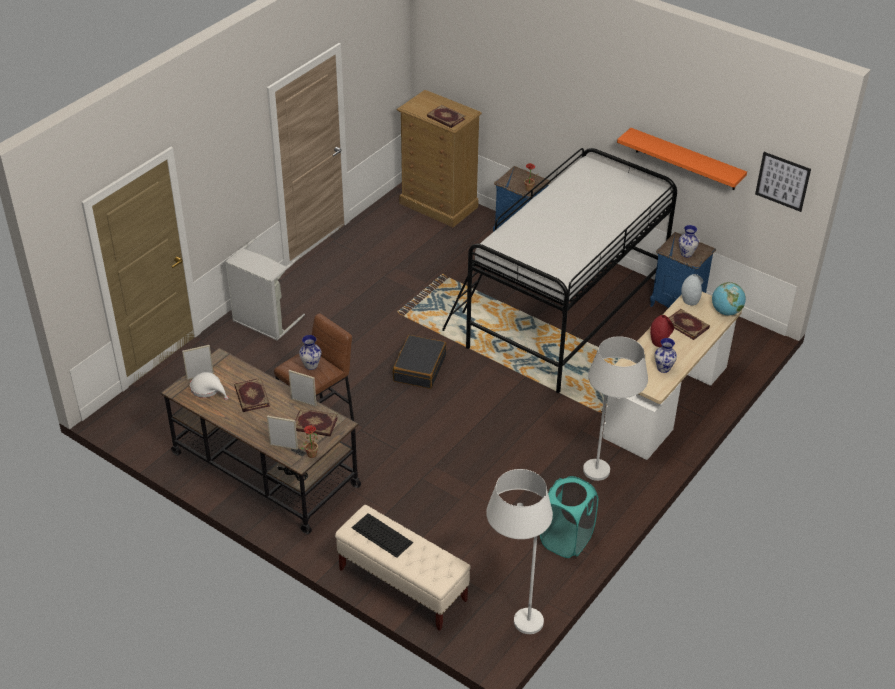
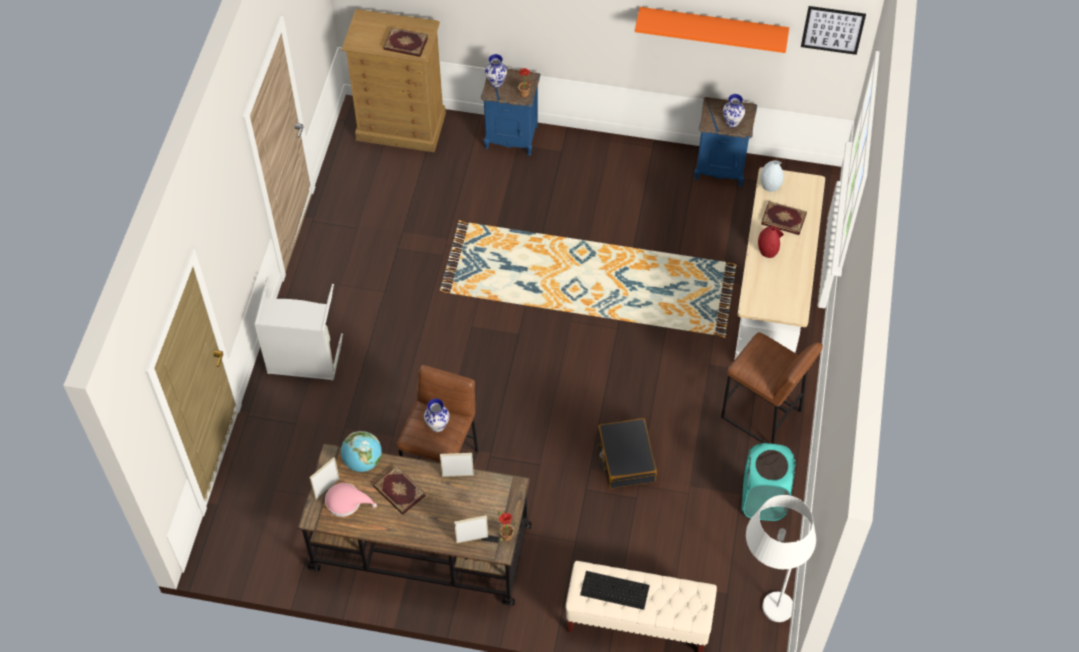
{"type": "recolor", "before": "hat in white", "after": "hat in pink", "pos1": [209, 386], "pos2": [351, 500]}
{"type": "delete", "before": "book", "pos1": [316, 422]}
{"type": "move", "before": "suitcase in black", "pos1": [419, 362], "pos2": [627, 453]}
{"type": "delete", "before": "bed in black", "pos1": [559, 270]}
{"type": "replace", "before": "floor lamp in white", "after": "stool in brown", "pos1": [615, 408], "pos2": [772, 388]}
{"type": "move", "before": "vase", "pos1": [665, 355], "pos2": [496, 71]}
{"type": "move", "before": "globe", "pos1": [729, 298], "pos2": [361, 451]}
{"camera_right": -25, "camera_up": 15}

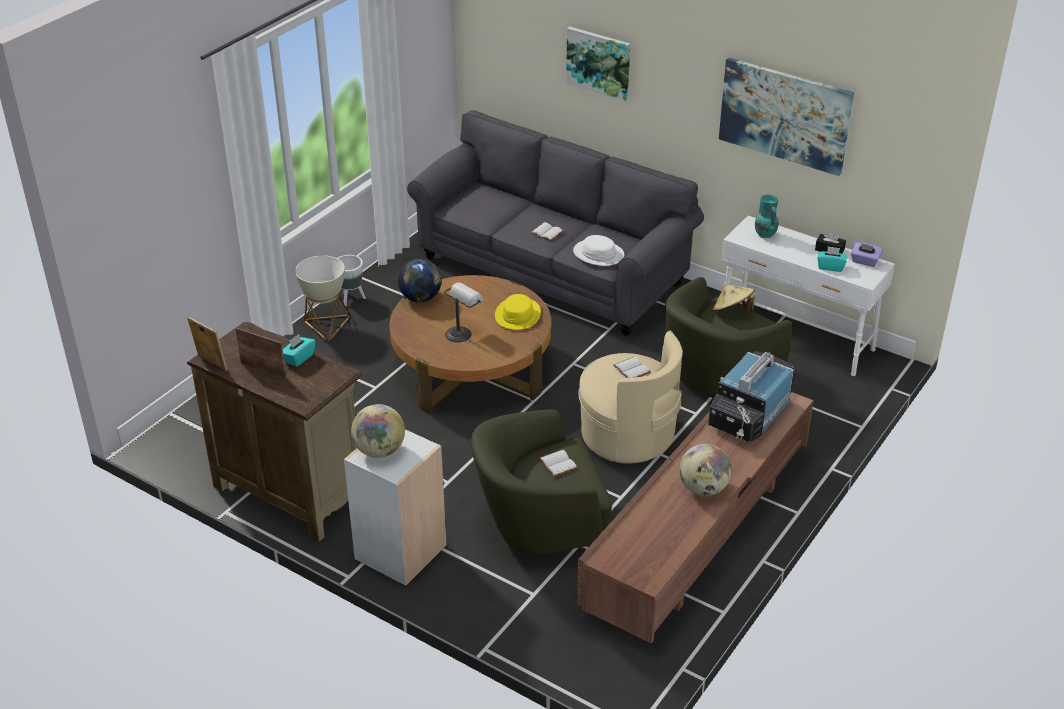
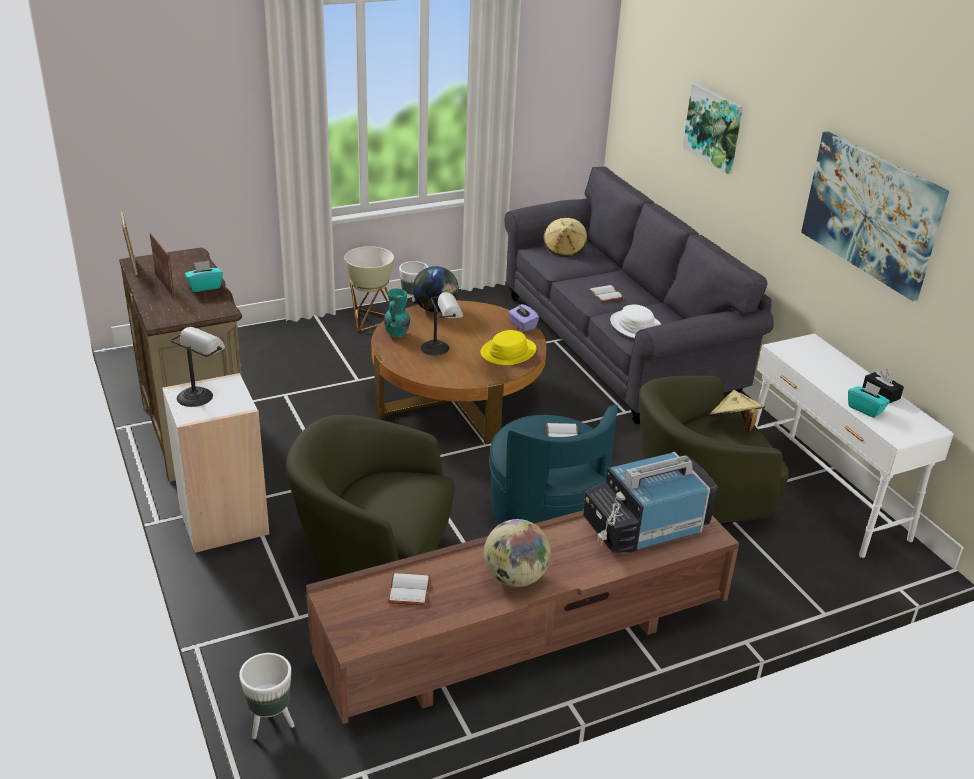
{"type": "replace", "before": "globe", "after": "table lamp", "pos1": [378, 431], "pos2": [198, 367]}
{"type": "move", "before": "book in white", "pos1": [558, 463], "pos2": [409, 589]}
{"type": "recolor", "before": "armchair in beige", "after": "armchair in turquoise", "pos1": [631, 397], "pos2": [553, 464]}
{"type": "move", "before": "vase in turquoise", "pos1": [767, 216], "pos2": [397, 313]}
{"type": "move", "before": "tissue box in purple", "pos1": [867, 254], "pos2": [523, 318]}
{"type": "insert", "after": "planter in white", "pos2": [267, 696]}
{"type": "insert", "after": "hat in beige", "pos2": [565, 237]}
{"camera_right": 30, "camera_up": -5}

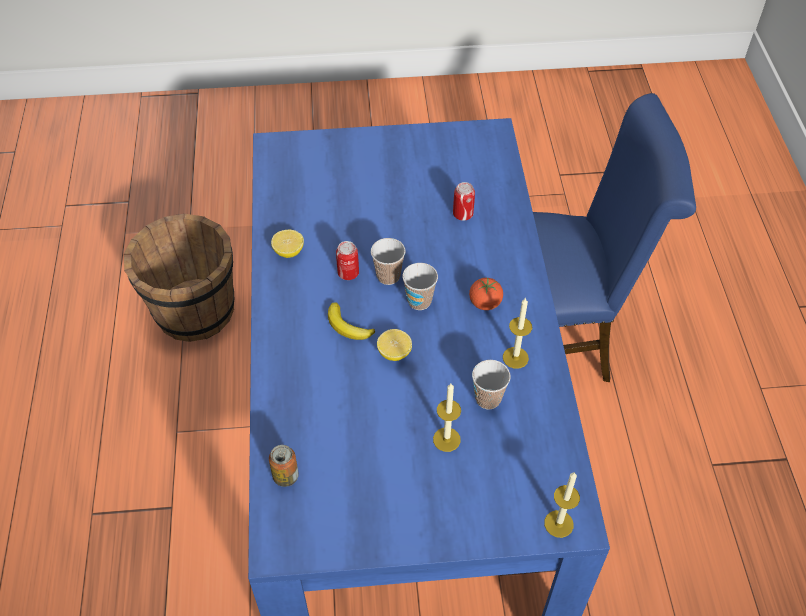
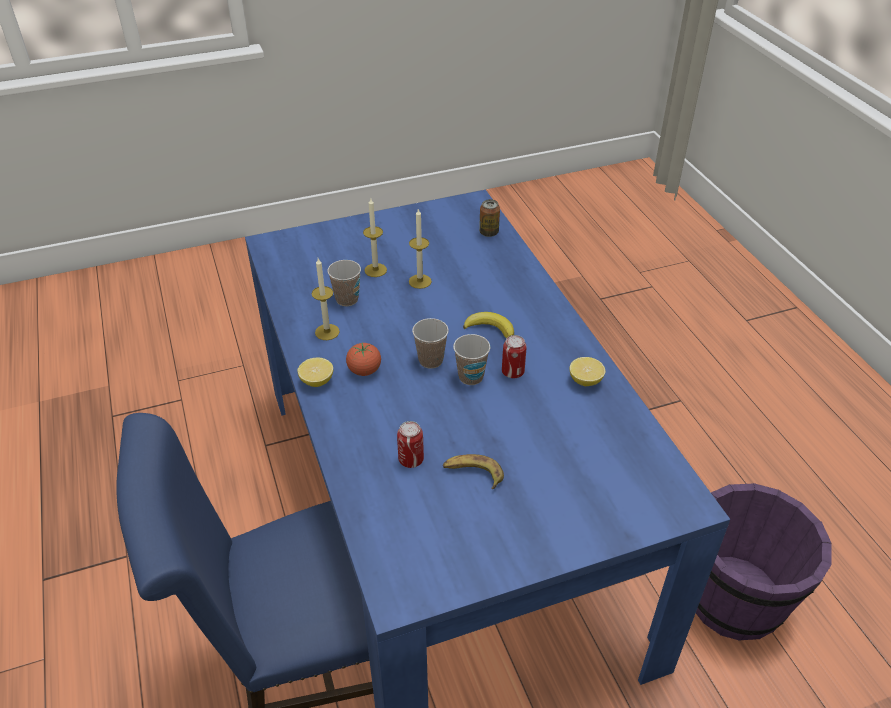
{"type": "recolor", "before": "bucket in brown", "after": "bucket in purple", "pos1": [179, 278], "pos2": [764, 562]}
{"type": "move", "before": "lemon", "pos1": [394, 345], "pos2": [315, 372]}
{"type": "move", "before": "candle", "pos1": [562, 505], "pos2": [420, 249]}
{"type": "insert", "after": "banana", "pos2": [473, 471]}
{"camera_right": 165, "camera_up": -10}

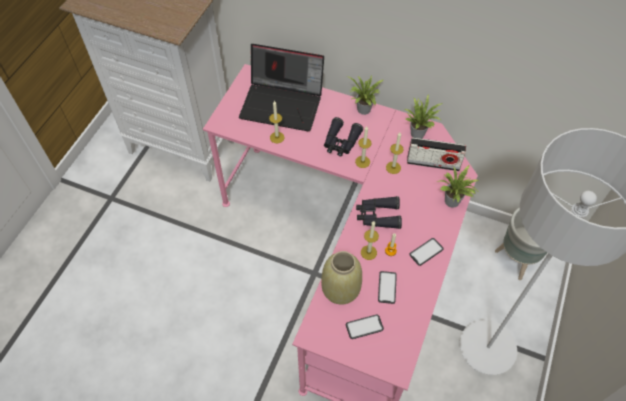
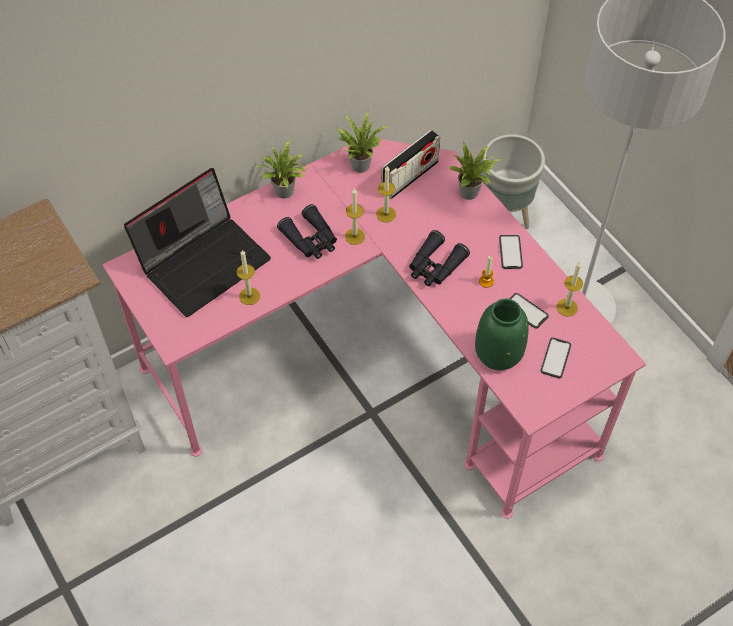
{"type": "recolor", "before": "vase in beige", "after": "vase in green", "pos1": [341, 278], "pos2": [502, 334]}
{"type": "move", "before": "candle", "pos1": [370, 240], "pos2": [569, 289]}
{"camera_right": -55, "camera_up": 0}

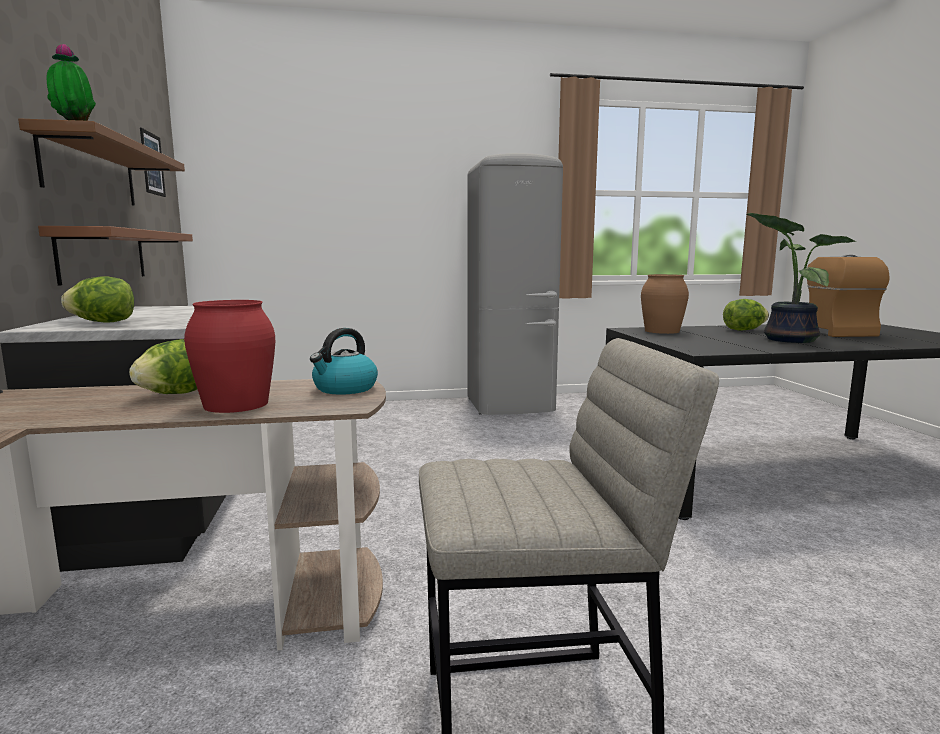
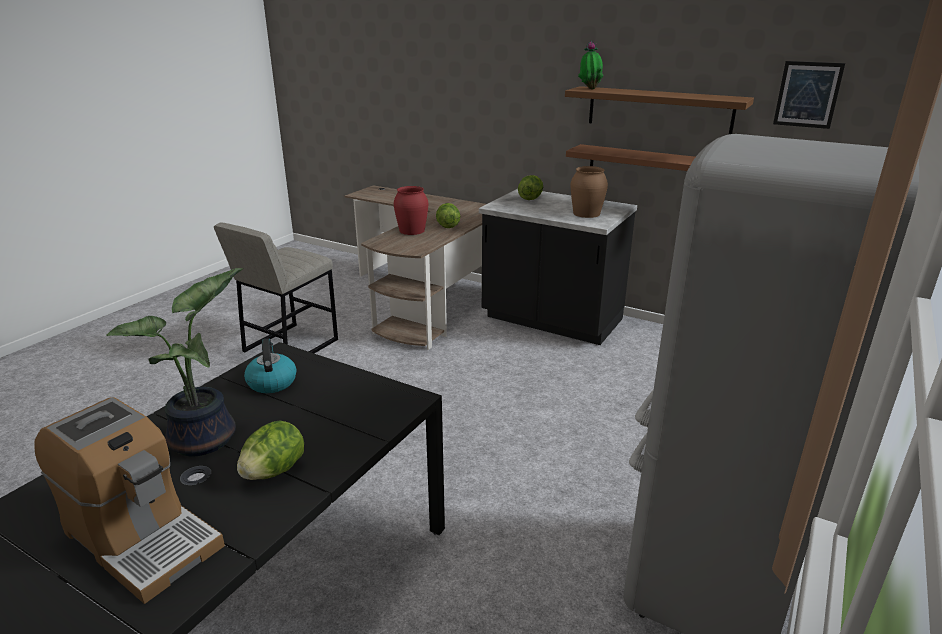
{"type": "move", "before": "kettle", "pos1": [344, 361], "pos2": [270, 365]}
{"type": "move", "before": "vase in brown", "pos1": [665, 304], "pos2": [589, 192]}
{"camera_right": 130, "camera_up": 15}

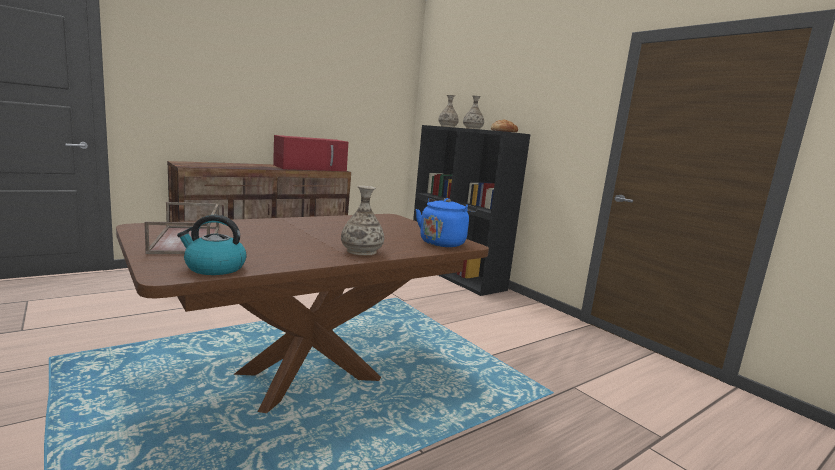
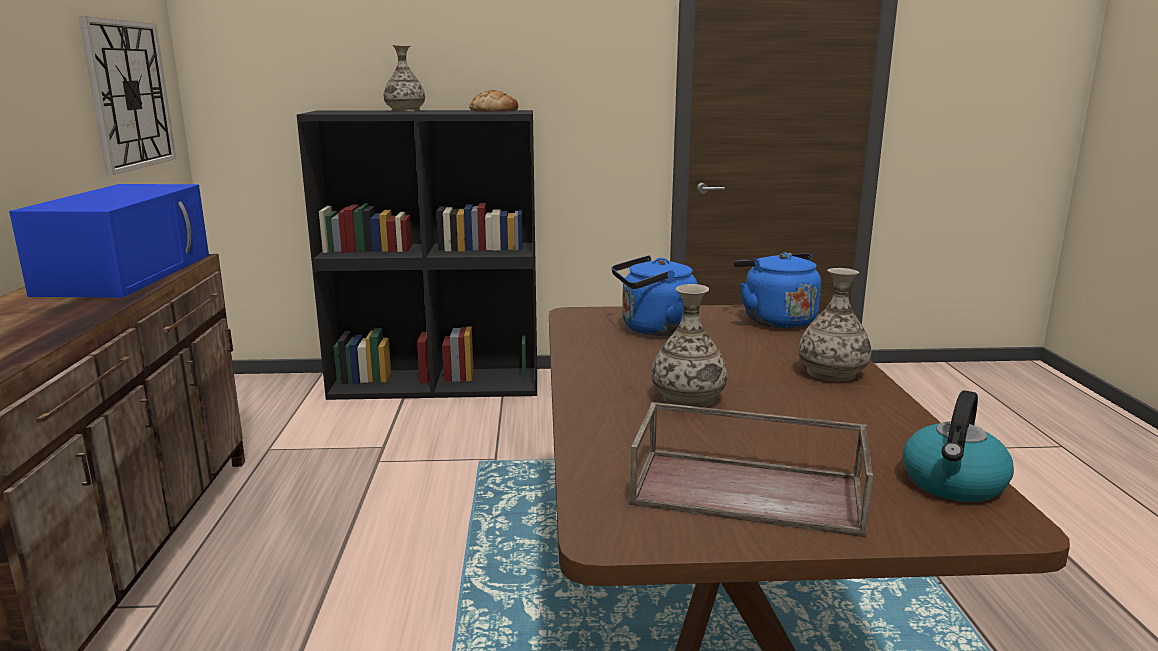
{"type": "recolor", "before": "microwave in red", "after": "microwave in blue", "pos1": [310, 153], "pos2": [109, 240]}
{"type": "move", "before": "vase", "pos1": [448, 111], "pos2": [689, 345]}
{"type": "insert", "after": "wall clock", "pos2": [127, 95]}
{"type": "insert", "after": "kettle in blue", "pos2": [654, 295]}
{"camera_right": -55, "camera_up": 5}

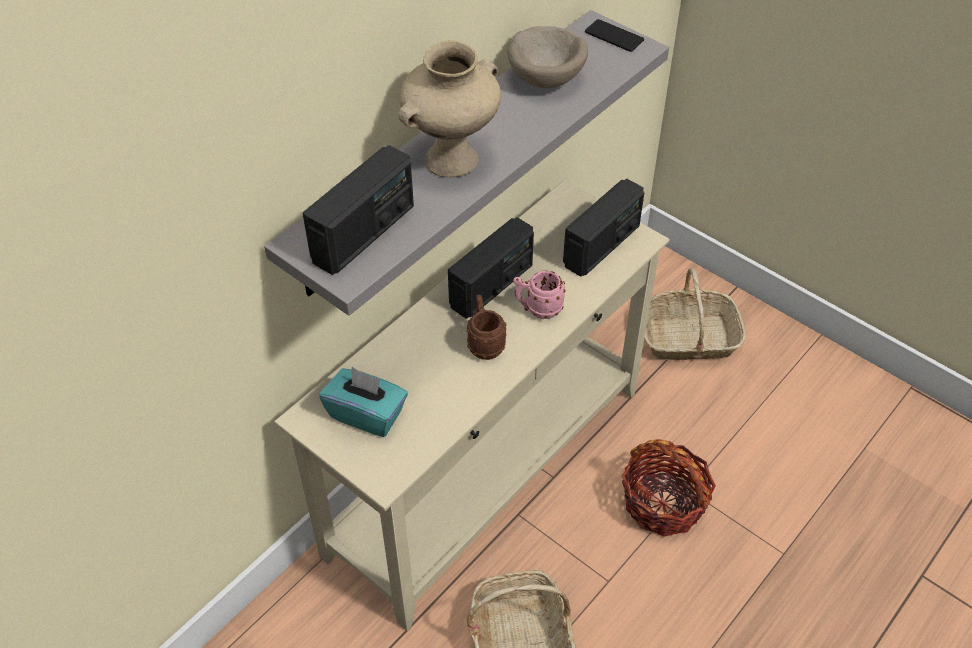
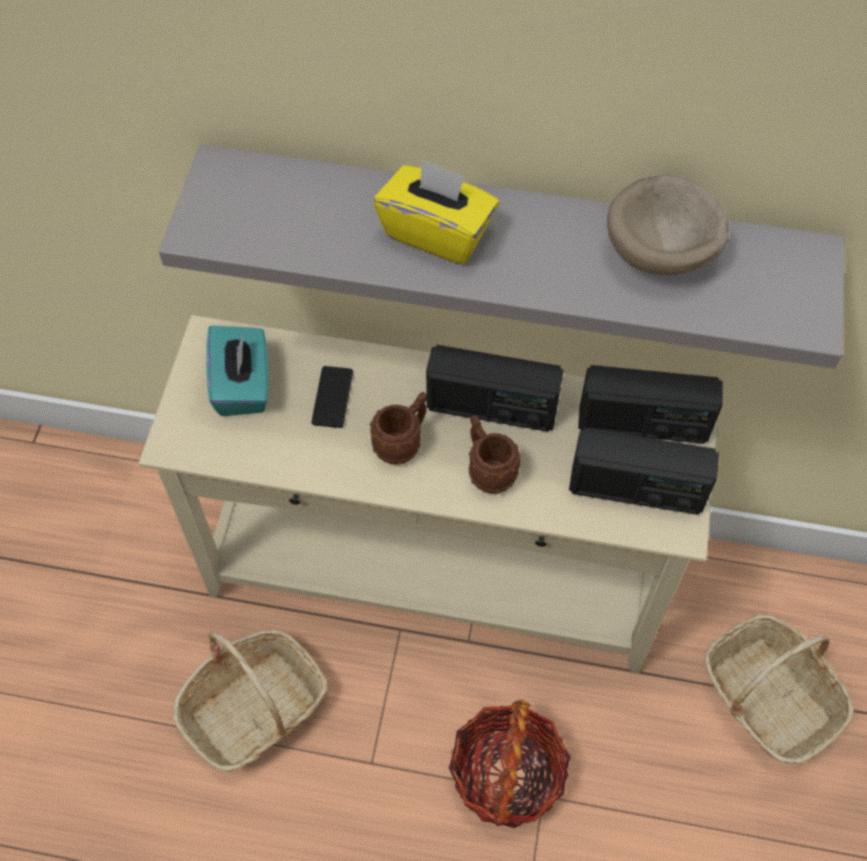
{"type": "move", "before": "radio", "pos1": [358, 210], "pos2": [650, 404]}
{"type": "replace", "before": "vase in beige", "after": "tissue box in yellow", "pos1": [449, 109], "pos2": [436, 211]}
{"type": "recolor", "before": "mug in pink", "after": "mug in brown", "pos1": [539, 295], "pos2": [494, 454]}
{"type": "move", "before": "phone", "pos1": [614, 35], "pos2": [332, 397]}
{"camera_right": 60, "camera_up": 10}

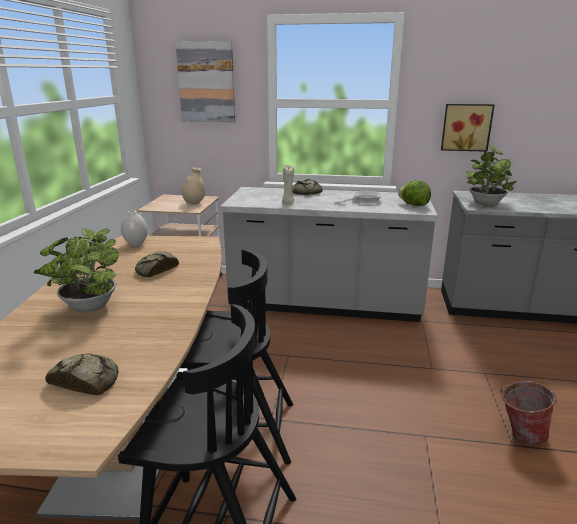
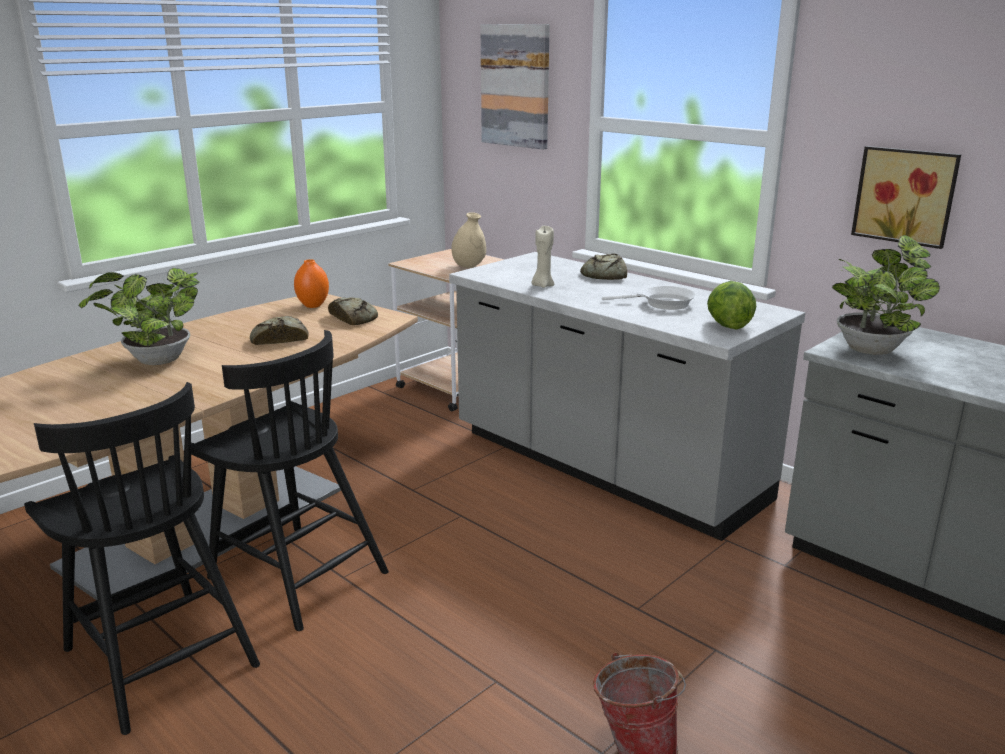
{"type": "move", "before": "bread", "pos1": [82, 374], "pos2": [353, 311]}
{"type": "recolor", "before": "vase in white", "after": "vase in orange", "pos1": [134, 228], "pos2": [311, 283]}
{"camera_right": 35, "camera_up": 0}

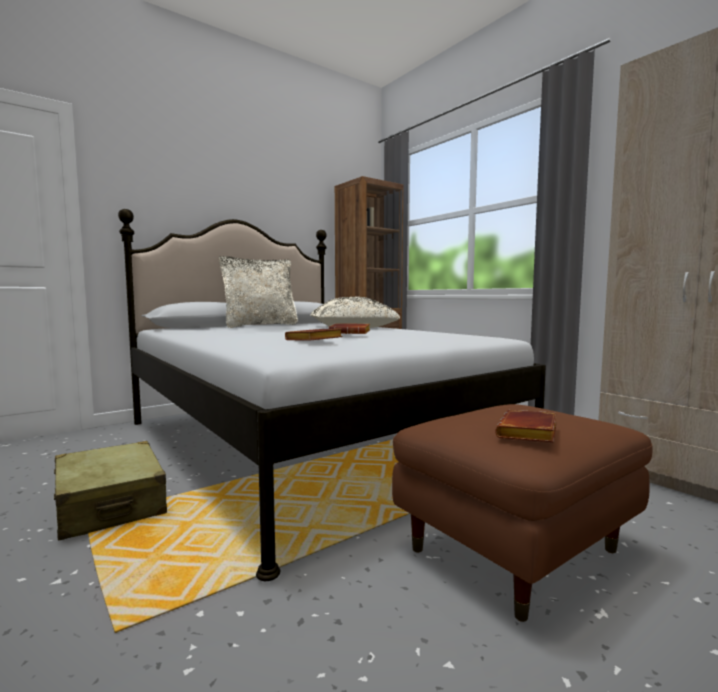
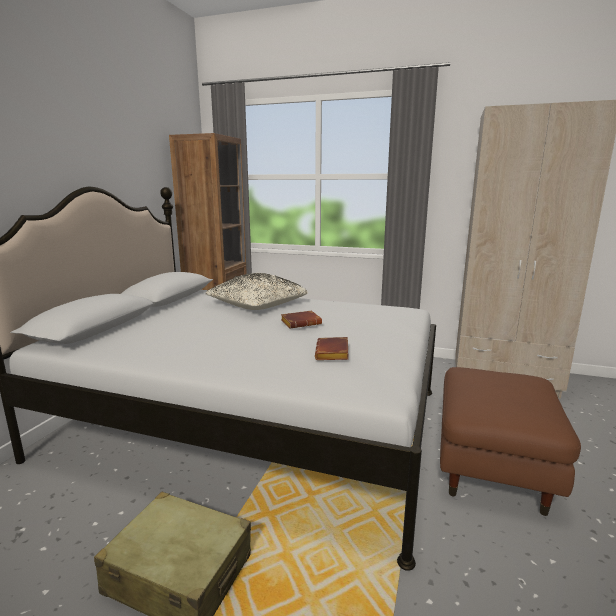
{"type": "delete", "before": "pillow in beige", "pos1": [258, 292]}
{"type": "delete", "before": "book in brown", "pos1": [526, 426]}
{"camera_right": -35, "camera_up": 10}

